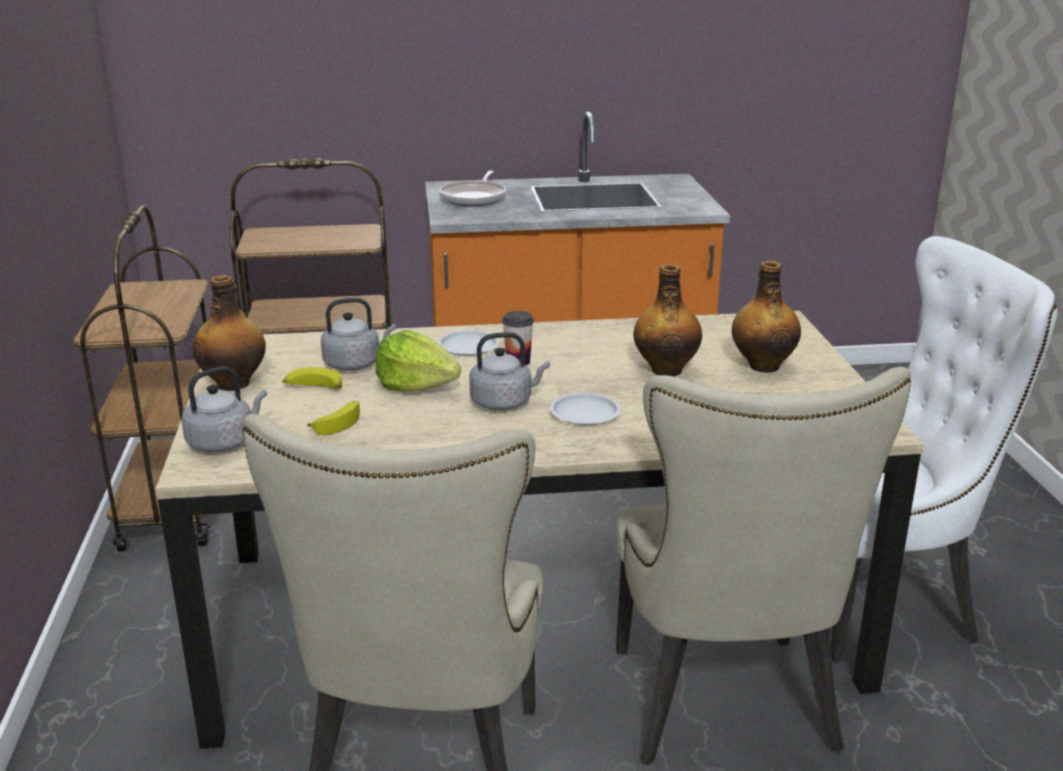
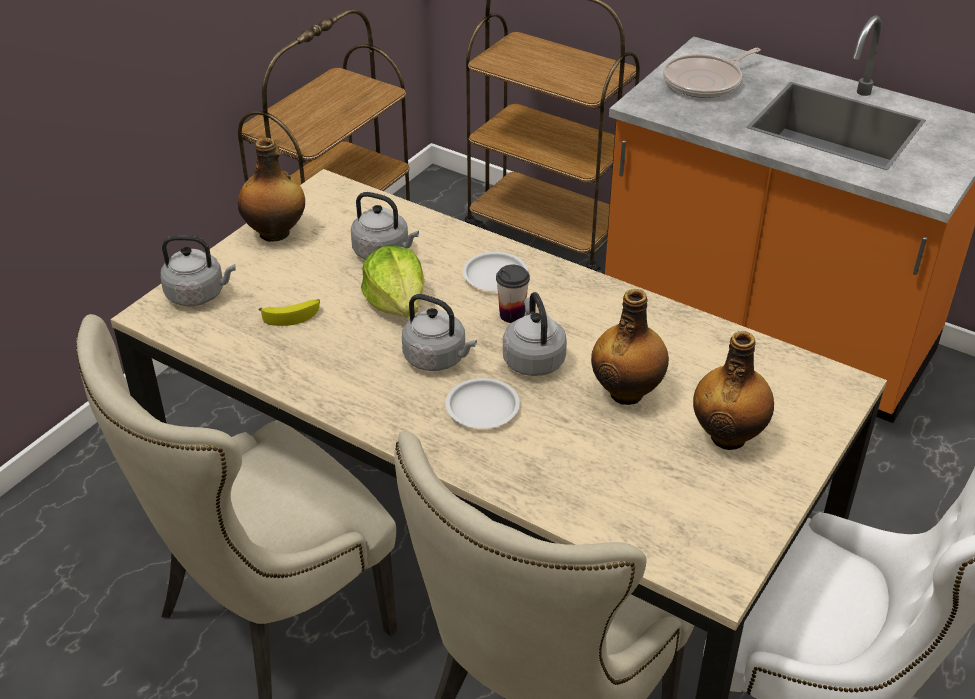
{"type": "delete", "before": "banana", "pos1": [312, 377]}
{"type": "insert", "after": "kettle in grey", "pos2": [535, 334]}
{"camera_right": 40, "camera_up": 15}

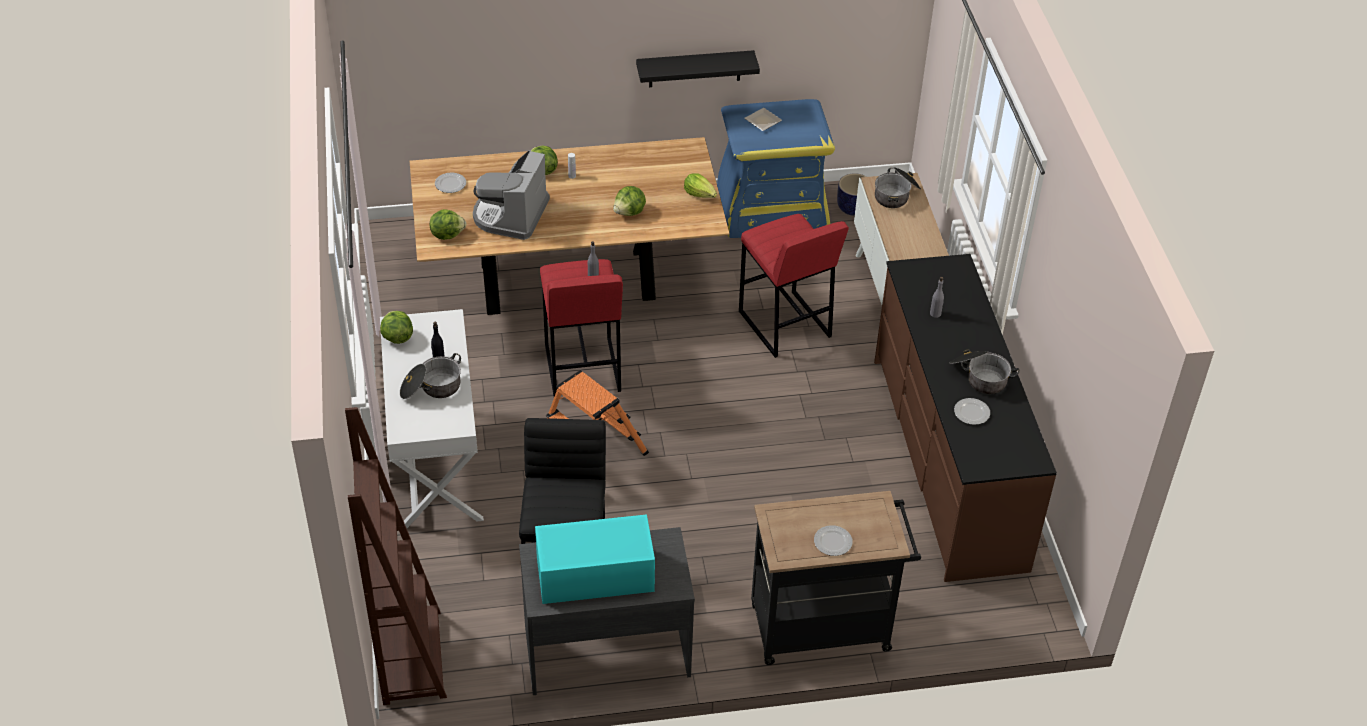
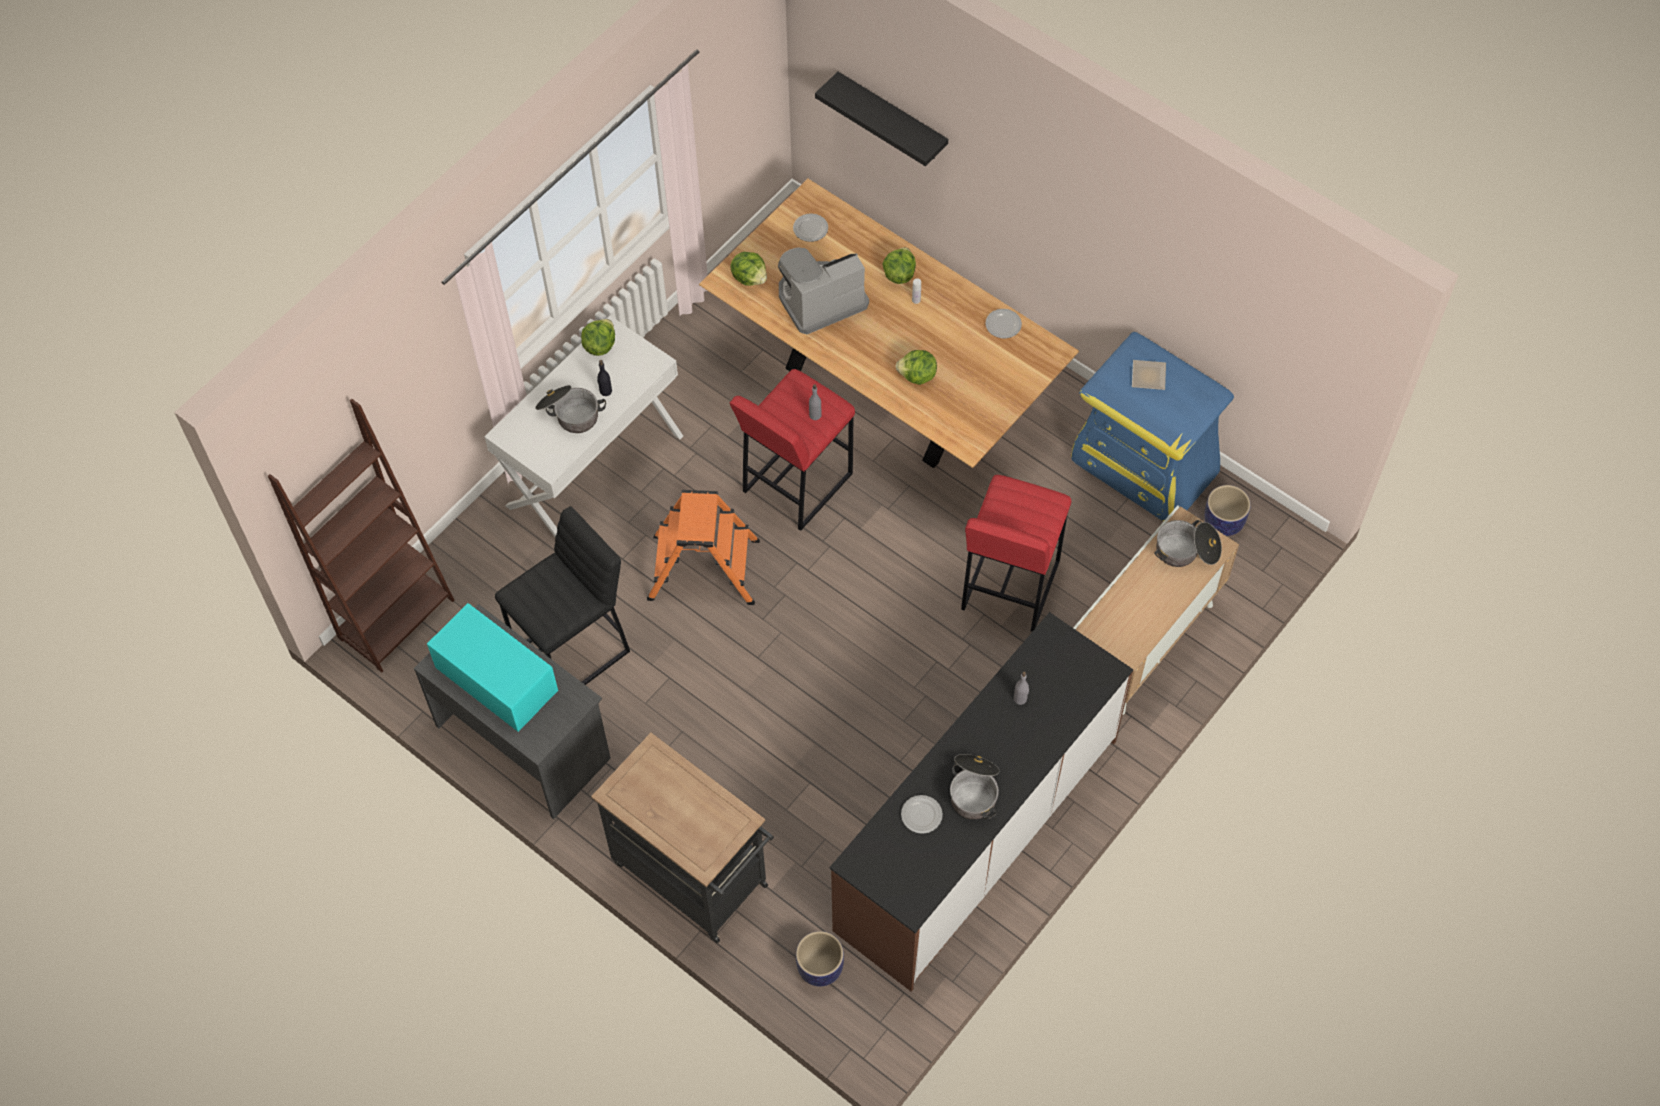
{"type": "move", "before": "shelf in black", "pos1": [698, 68], "pos2": [881, 119]}
{"type": "delete", "before": "lettuce", "pos1": [700, 185]}
{"type": "move", "before": "plate", "pos1": [833, 540], "pos2": [1004, 324]}
{"type": "insert", "after": "planter", "pos2": [820, 958]}
{"camera_right": 50, "camera_up": 15}

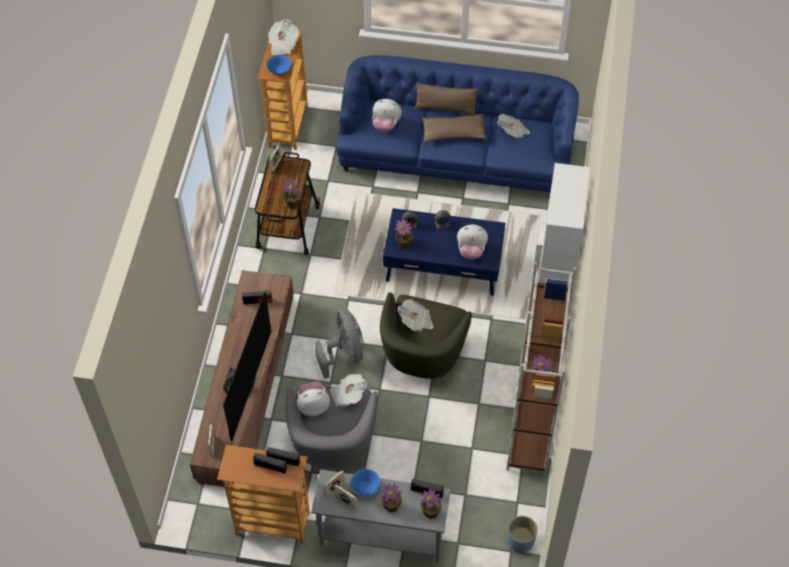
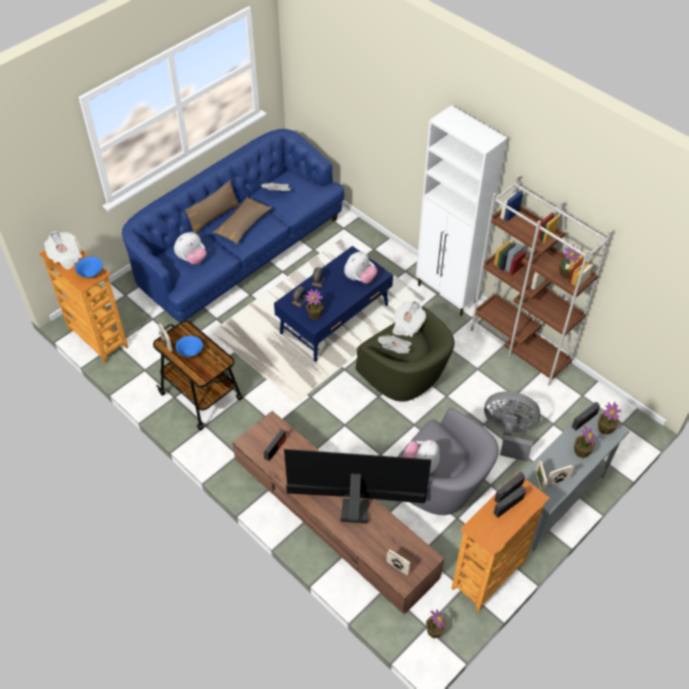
{"type": "rotate", "before": "television", "pos1": [247, 366], "pos2": [357, 486], "turn": -45}
{"type": "move", "before": "potted plant", "pos1": [292, 193], "pos2": [436, 624]}
{"type": "move", "before": "fan in grey", "pos1": [339, 343], "pos2": [512, 426]}
{"type": "move", "before": "newspaper", "pos1": [348, 390], "pos2": [409, 319]}
{"type": "move", "before": "bowl in blue", "pos1": [366, 482], "pos2": [189, 347]}
{"type": "delete", "before": "planter in blue", "pos1": [523, 534]}
{"camera_right": -55, "camera_up": -5}

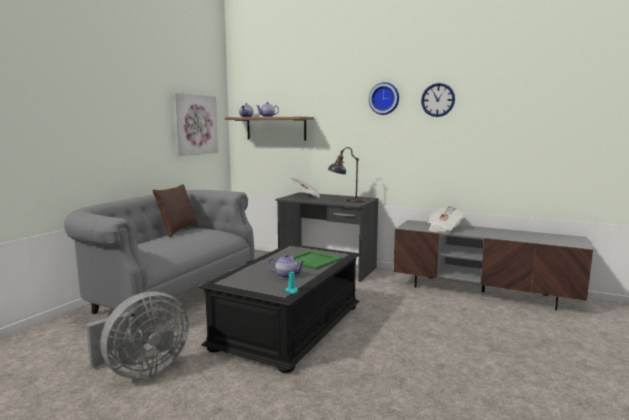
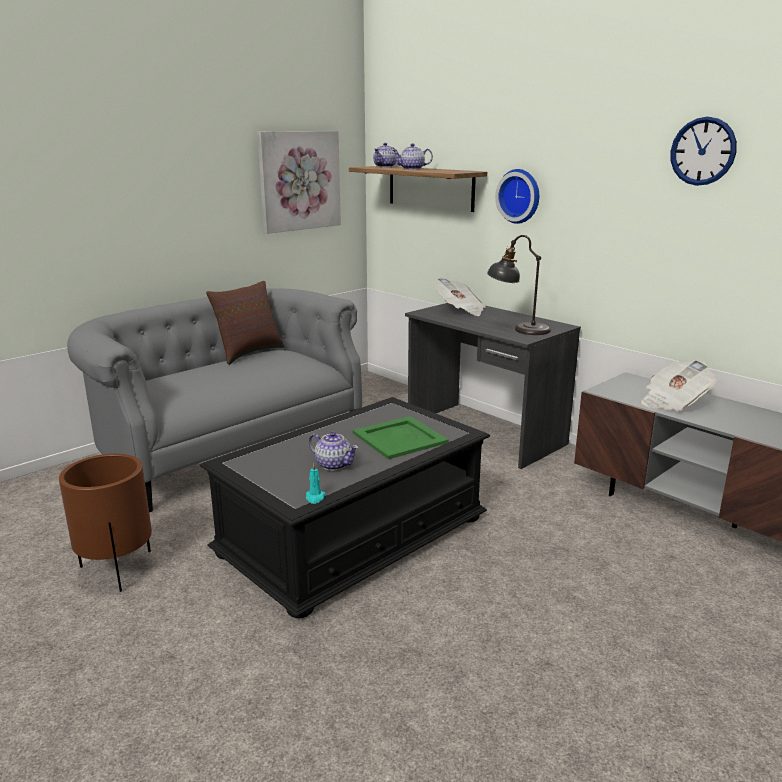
{"type": "replace", "before": "fan in grey", "after": "planter in brown", "pos1": [137, 335], "pos2": [105, 523]}
{"type": "move", "before": "wall clock", "pos1": [384, 98], "pos2": [517, 196]}
{"camera_right": 20, "camera_up": 10}

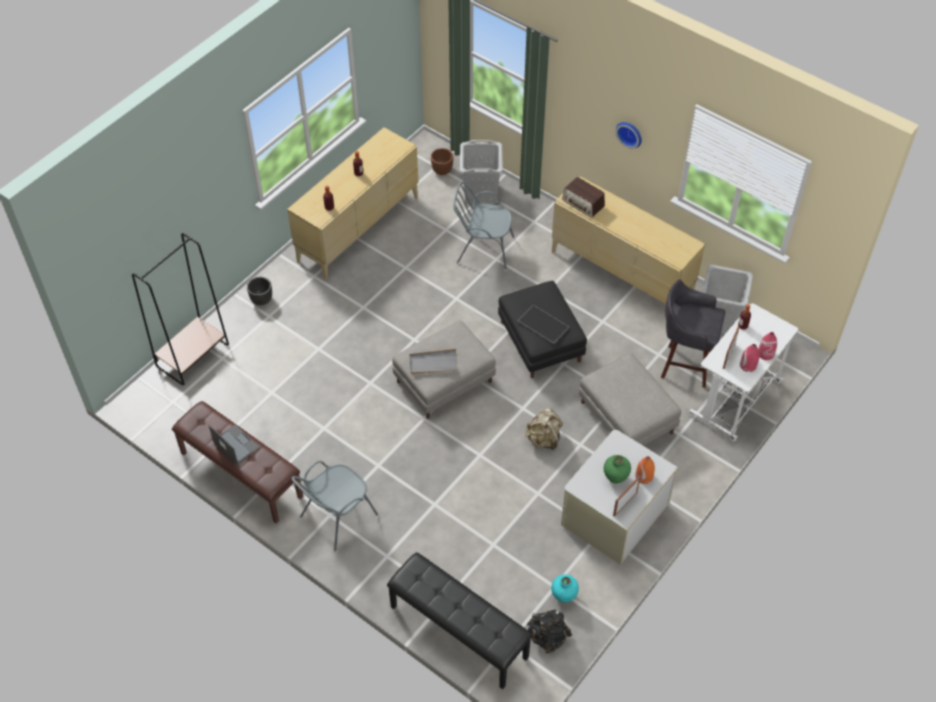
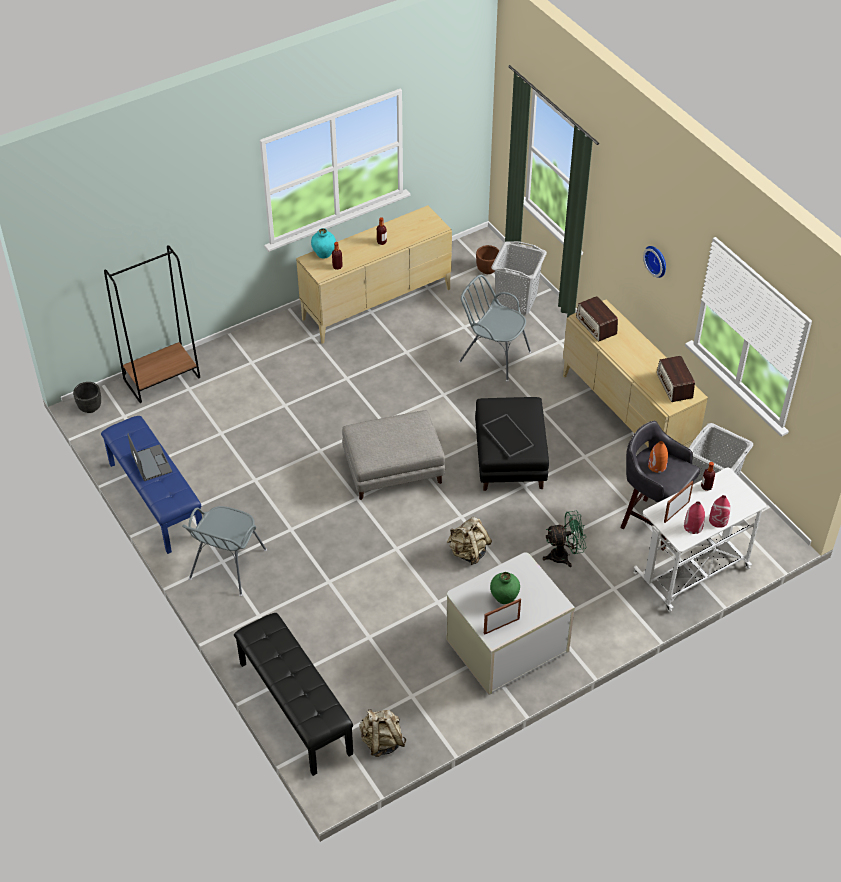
{"type": "recolor", "before": "bench in brown", "after": "bench in blue", "pos1": [237, 462], "pos2": [151, 485]}
{"type": "move", "before": "planter in black", "pos1": [259, 291], "pos2": [87, 397]}
{"type": "rotate", "before": "chair in grey", "pos1": [335, 507], "pos2": [224, 551], "turn": -45}
{"type": "delete", "before": "tray in grey", "pos1": [433, 362]}
{"type": "recolor", "before": "backpack in black", "after": "backpack in beige", "pos1": [549, 631], "pos2": [383, 733]}
{"type": "move", "before": "vase in turquoise", "pos1": [565, 588], "pos2": [323, 243]}
{"type": "replace", "before": "ottoman in grey", "after": "fan in green", "pos1": [630, 399], "pos2": [564, 539]}
{"type": "move", "before": "vase in orange", "pos1": [645, 470], "pos2": [658, 457]}
{"type": "insert", "after": "radio", "pos2": [676, 379]}
{"camera_right": 20, "camera_up": -5}

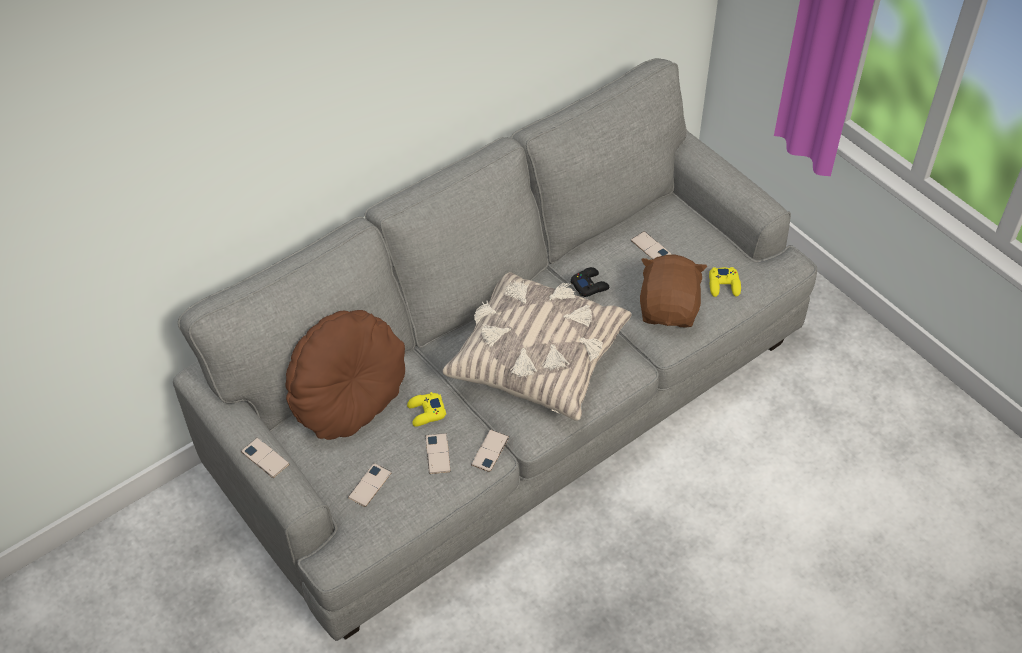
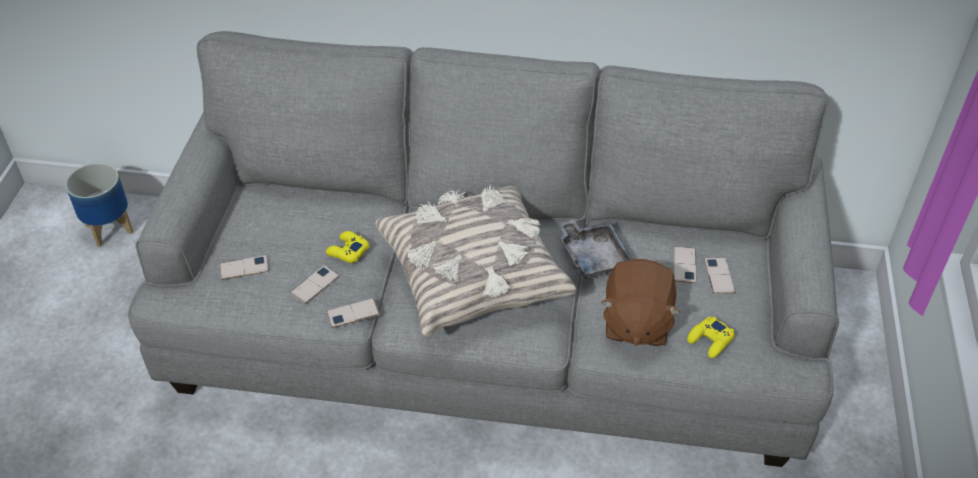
{"type": "move", "before": "phone", "pos1": [265, 458], "pos2": [719, 275]}
{"type": "delete", "before": "pillow in brown", "pos1": [345, 375]}
{"type": "replace", "before": "game controller in black", "after": "tray in grey", "pos1": [590, 282], "pos2": [595, 249]}
{"type": "rotate", "before": "plush toy in brown", "pos1": [673, 291], "pos2": [641, 302], "turn": 135}
{"type": "insert", "after": "planter", "pos2": [99, 205]}
{"camera_right": 45, "camera_up": -5}

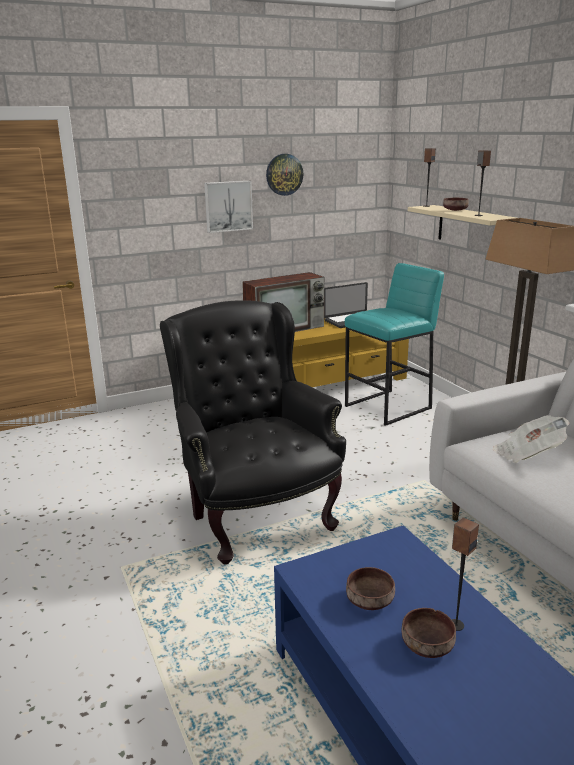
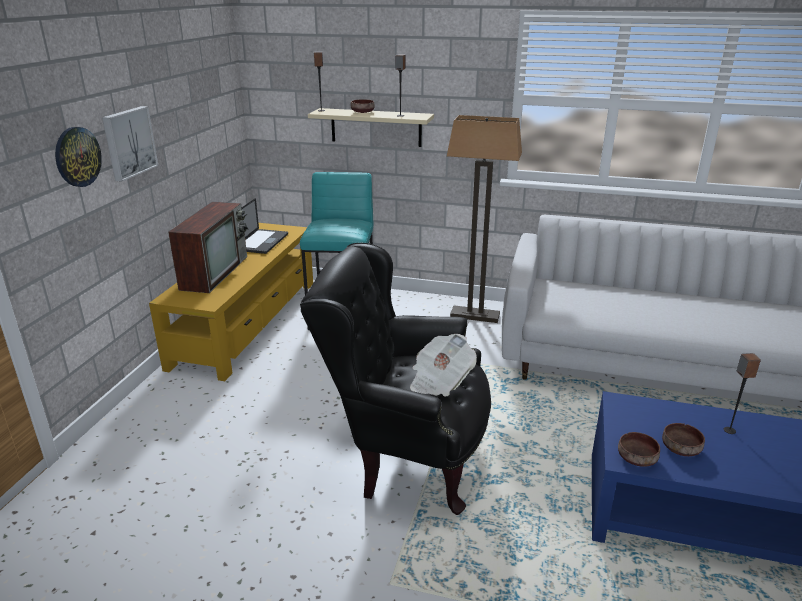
{"type": "move", "before": "wall clock", "pos1": [284, 175], "pos2": [78, 157]}
{"type": "move", "before": "bowl in brown", "pos1": [429, 633], "pos2": [639, 449]}
{"type": "move", "before": "newspaper", "pos1": [531, 439], "pos2": [443, 365]}
{"camera_right": -50, "camera_up": 5}

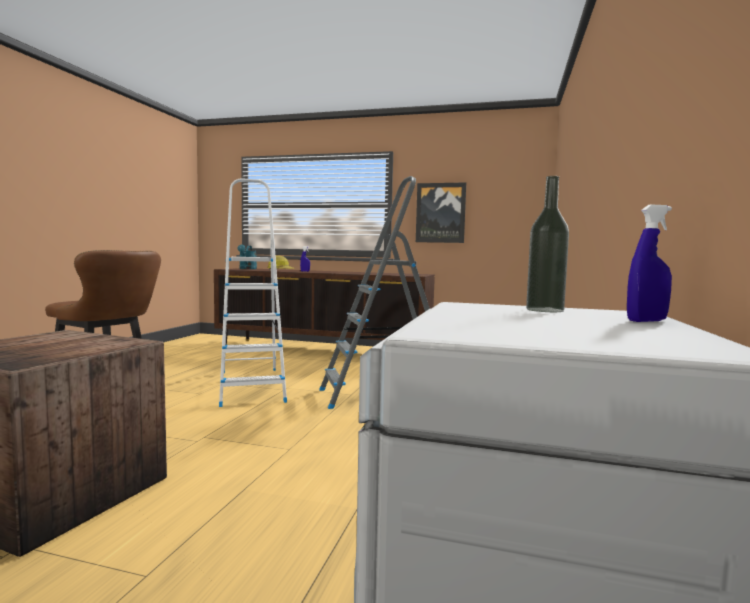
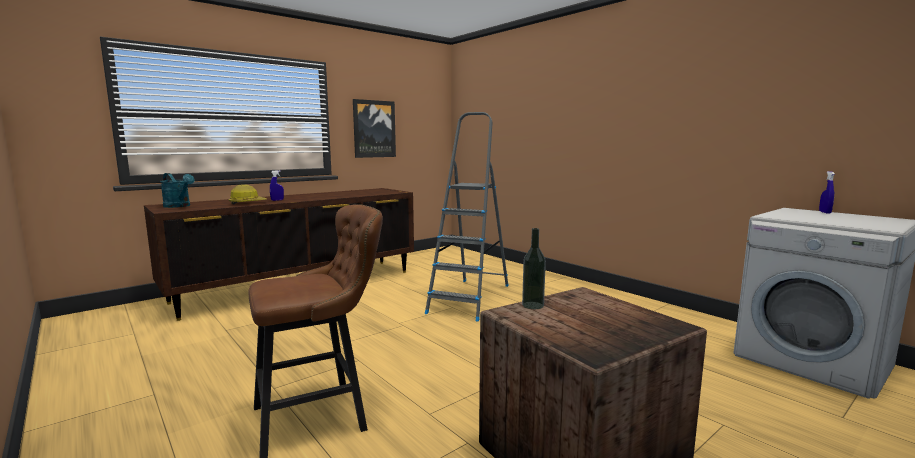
{"type": "delete", "before": "step ladder in white", "pos1": [253, 292]}
{"type": "move", "before": "bottle", "pos1": [547, 244], "pos2": [534, 268]}
{"camera_right": -55, "camera_up": 5}

